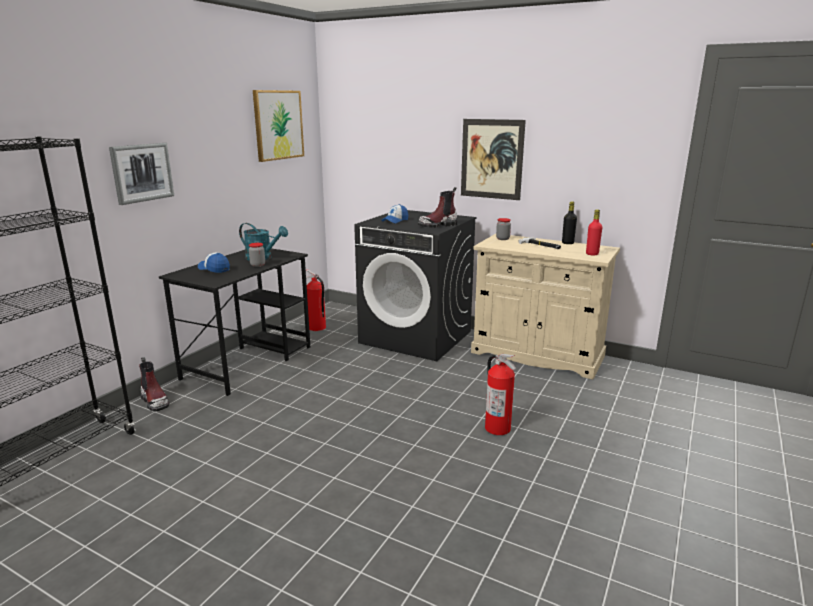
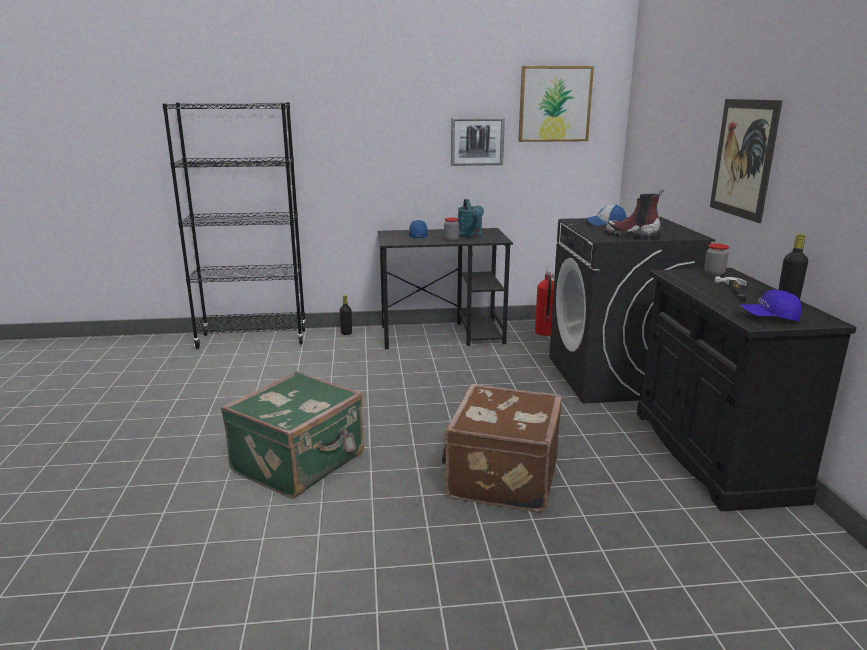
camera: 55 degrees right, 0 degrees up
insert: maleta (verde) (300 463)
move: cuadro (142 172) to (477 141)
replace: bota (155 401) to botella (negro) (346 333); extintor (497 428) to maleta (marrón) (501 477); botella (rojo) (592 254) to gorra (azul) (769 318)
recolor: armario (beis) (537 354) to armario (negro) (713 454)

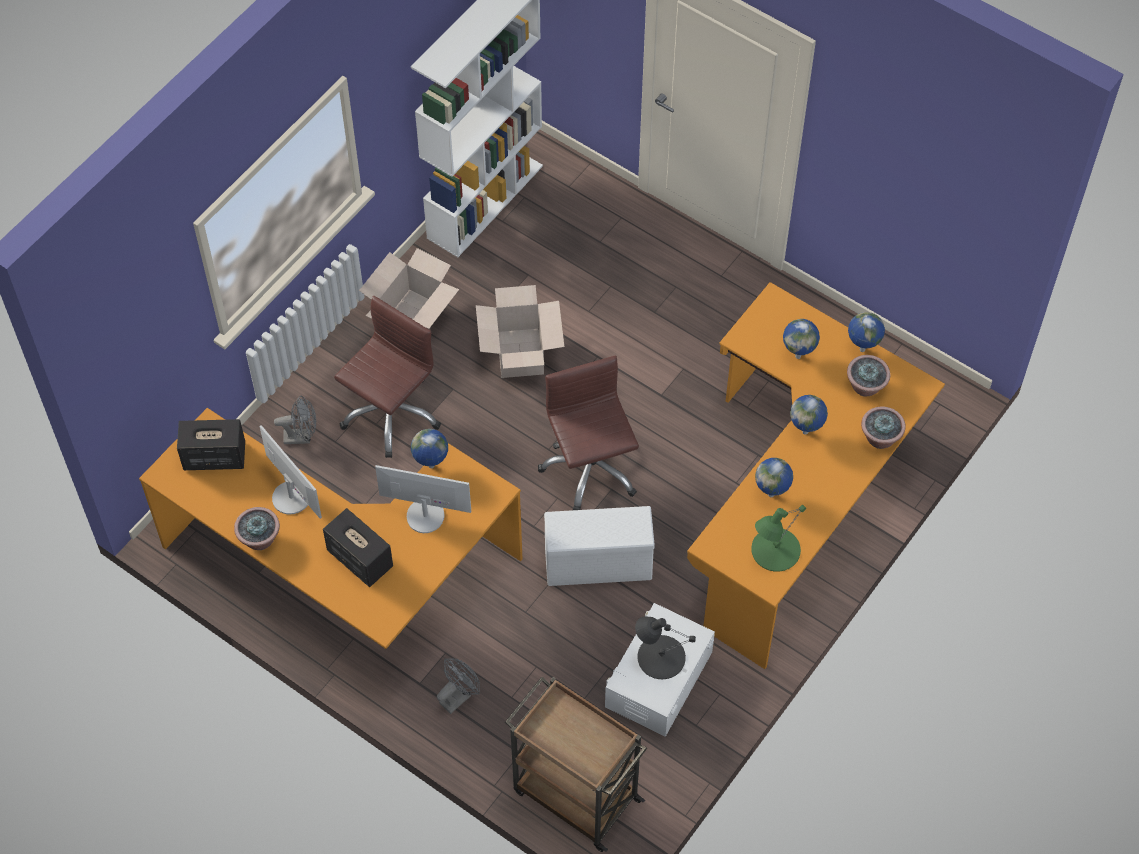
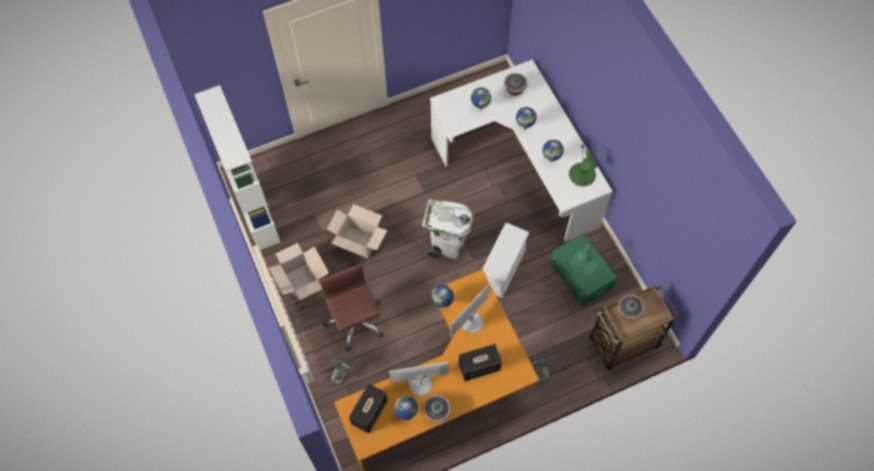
camera: 60 degrees left, 5 degrees up
move: globo terráqueo (861 349) to (406 414); planta en maceta (880 438) to (628 312)
replace: silla de oficina (marrón) (590 469) to papelera (blanco) (447 245)
recolor: caja de almacenaje (blanco) (658 679) to caja de almacenaje (verde) (581 275); lámpara de mesa (negro) (660 656) to lámpara de mesa (verde) (583 263); escritorio (naranja) (797 503) to escritorio (blanco) (520 167)

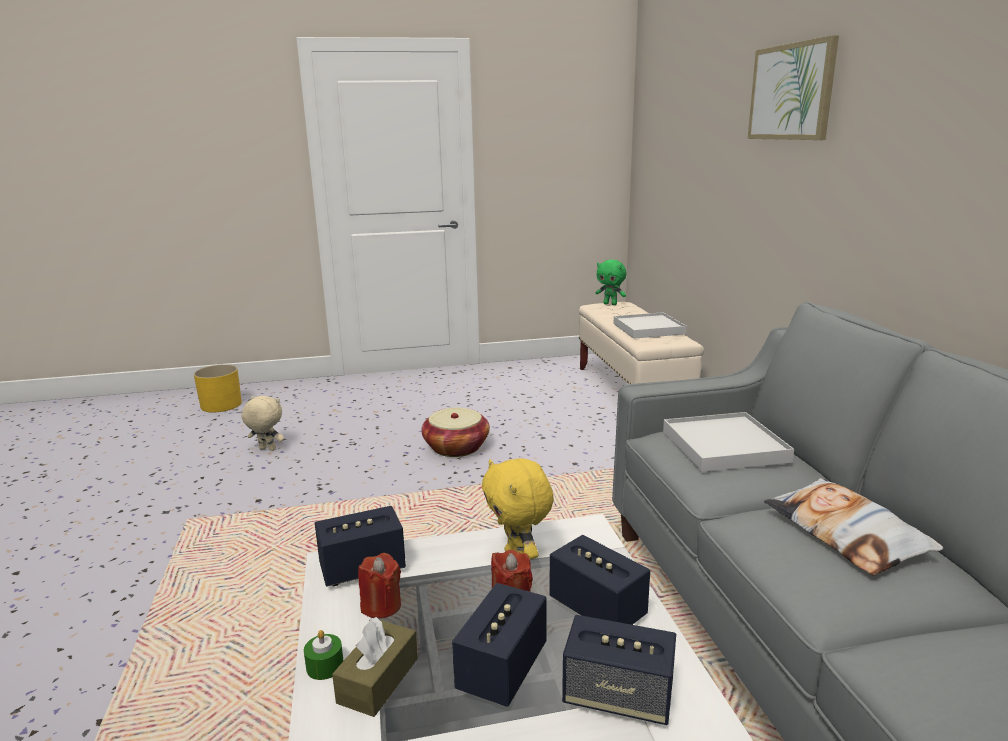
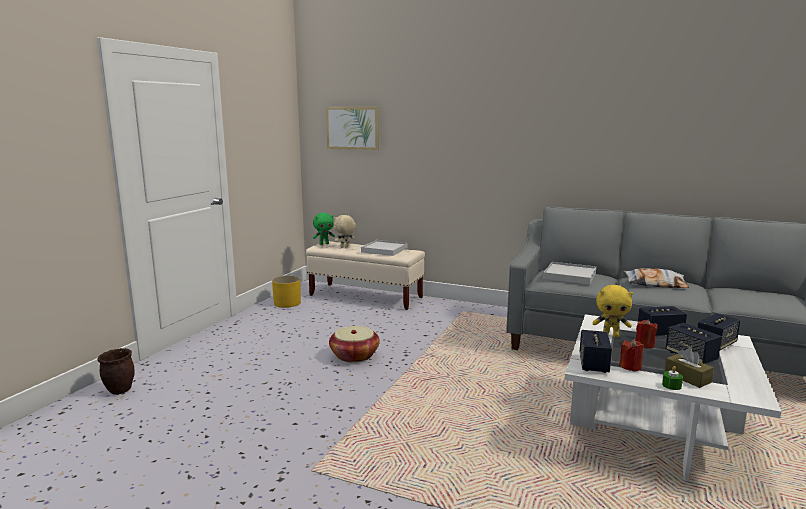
camera: 55 degrees left, 5 degrees down
insert: maceta (marrón) (119 390)
move: maceta (amarillo) (221 405) to (287 303); peluche (beis) (266 449) to (345 246); cuadro (791 92) to (353 128)

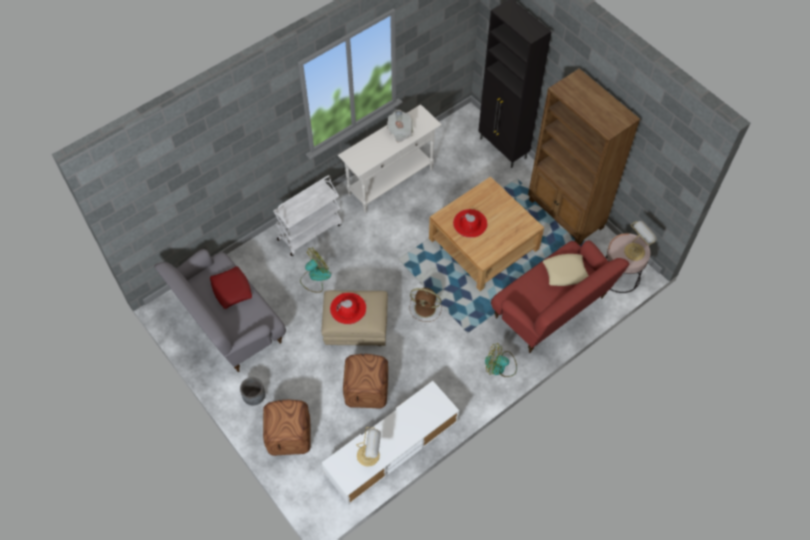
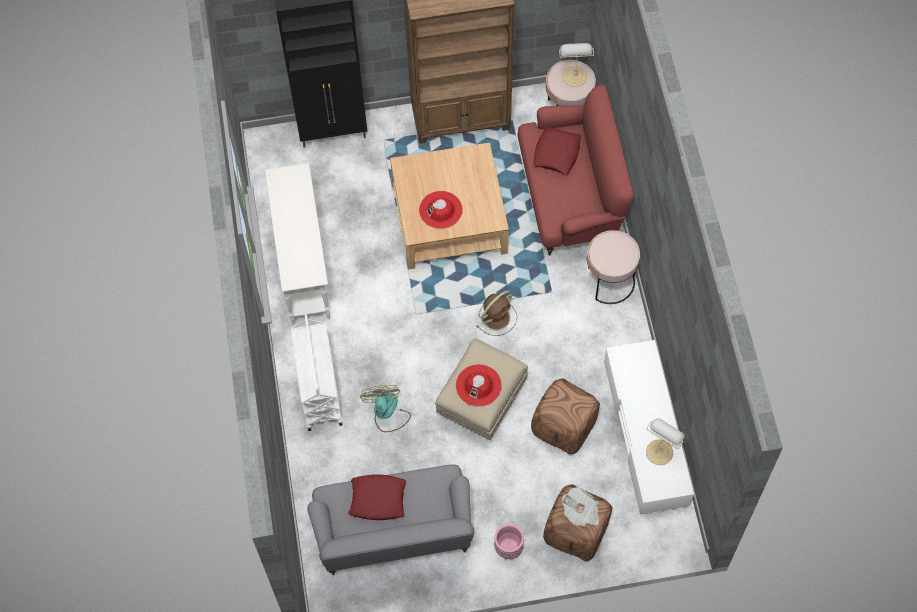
camera: 60 degrees left, 5 degrees up
move: periódico (400 131) to (581 512)
replace: ventilador (500 366) to mesa auxiliar (rosa) (609 281)
recolor: maceta (gris) (254 397) to maceta (rosa) (508 547); cojín (beis) (565 272) to cojín (rojo) (556 153)

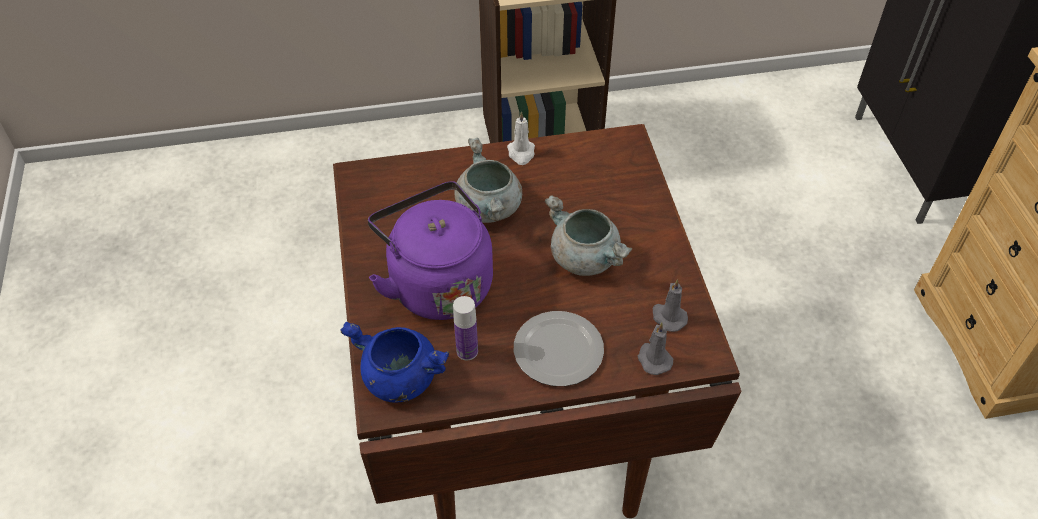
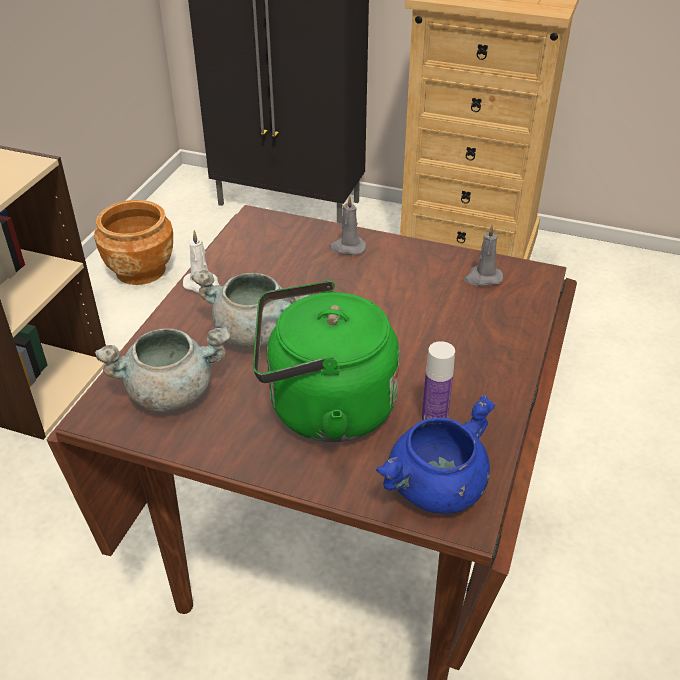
camera: 60 degrees left, 10 degrees down
delete: plato (560 351)
insert: maceta (marrón) (140 270)
move: olla (gris) (586 258) to (171 391); vela (gris) (653 359) to (347 248)
recolor: hervidor (morado) (437 283) to hervidor (verde) (323 408)

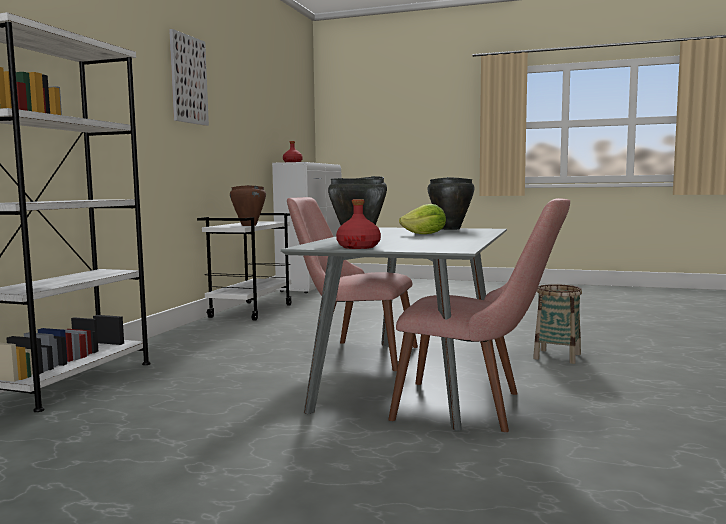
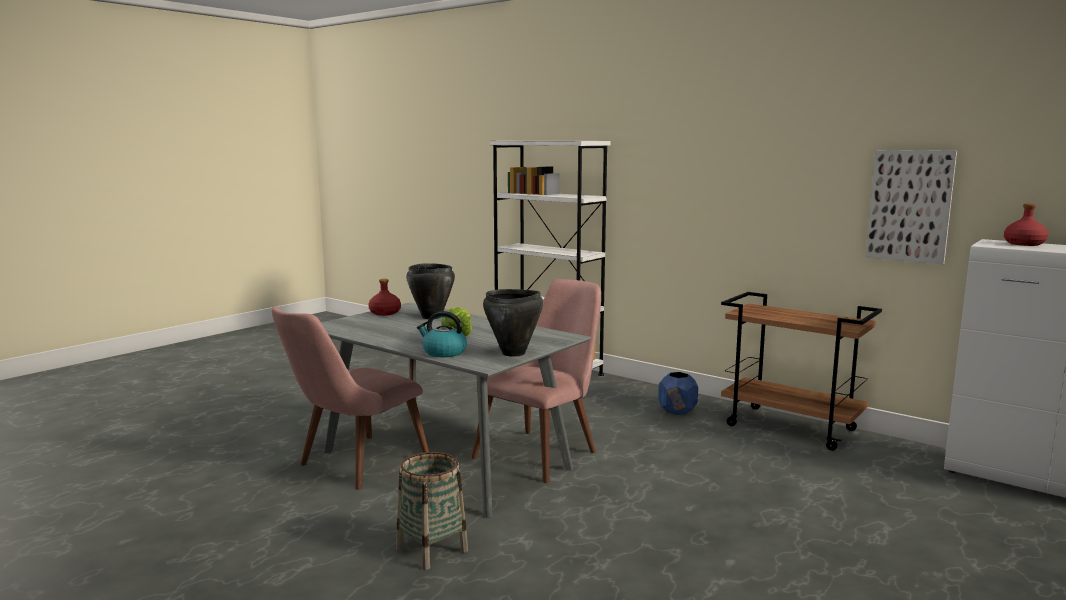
camera: 110 degrees right, 5 degrees up
delete: olla (marrón) (248 225)
insert: hervidor (443 352); maceta (azul) (677 411)
move: cuadro (188 79) to (909 206)
recolor: carrito (blanco) (251 311) to carrito (marrón) (792 428)

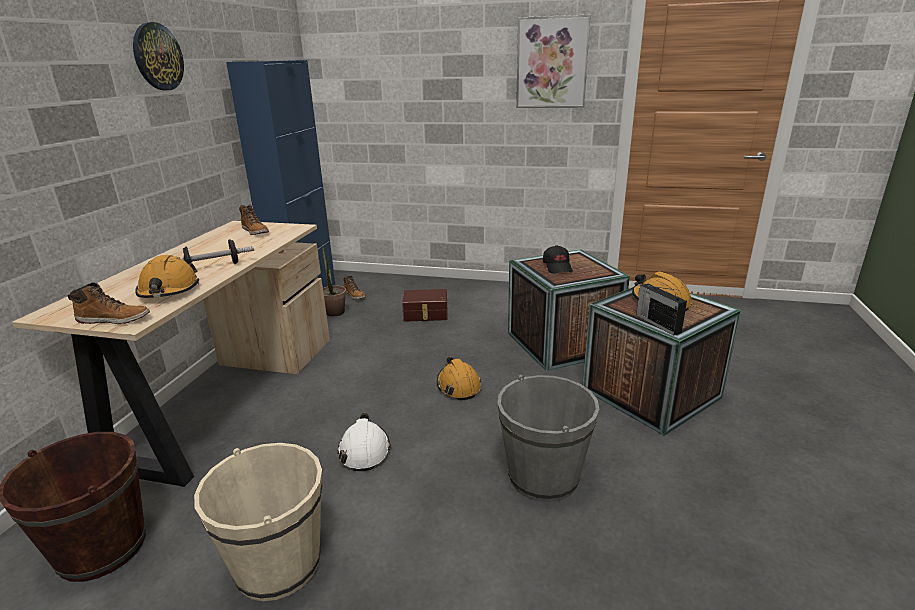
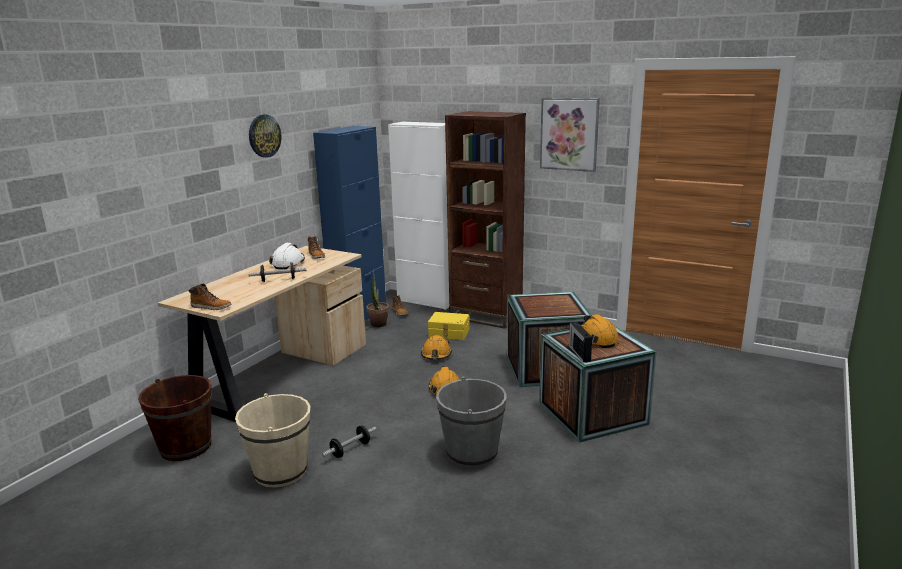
camera: 15 degrees right, 5 degrees down
delete: gorra (negro) (557 267)
insert: mancuerna (350 449); armario (blanco) (427 301); estantería (marrón) (486 316)
move: casco (naranja) (169 290) to (436 354); casco (blanco) (364 450) to (288 263)
recolor: caja de almacenaje (marrón) (426 314) to caja de almacenaje (amarillo) (449 333)

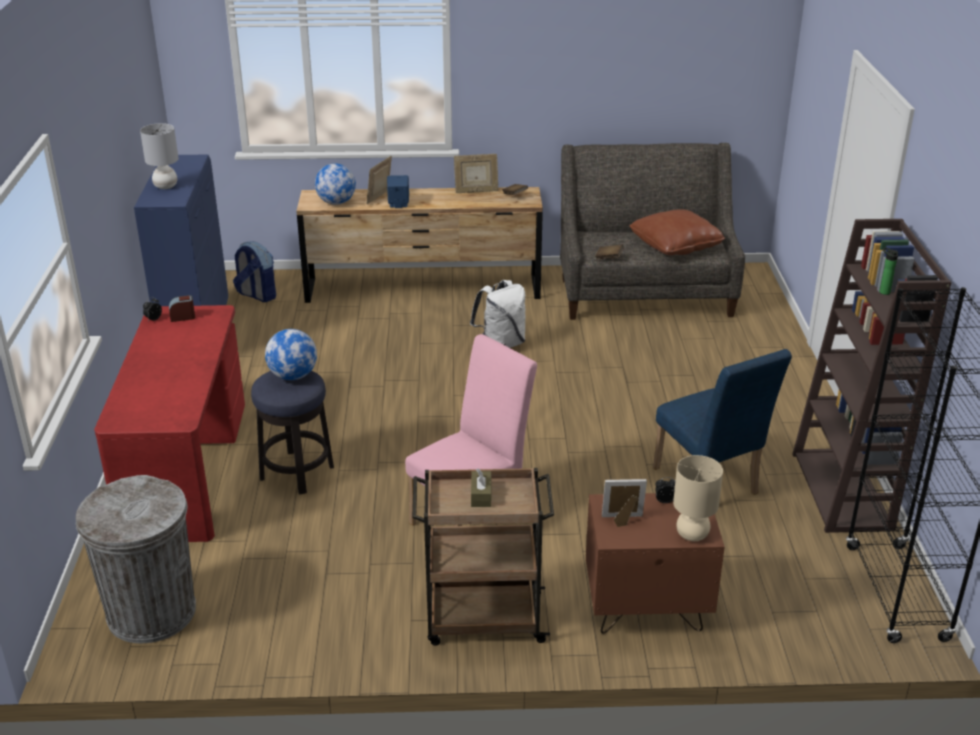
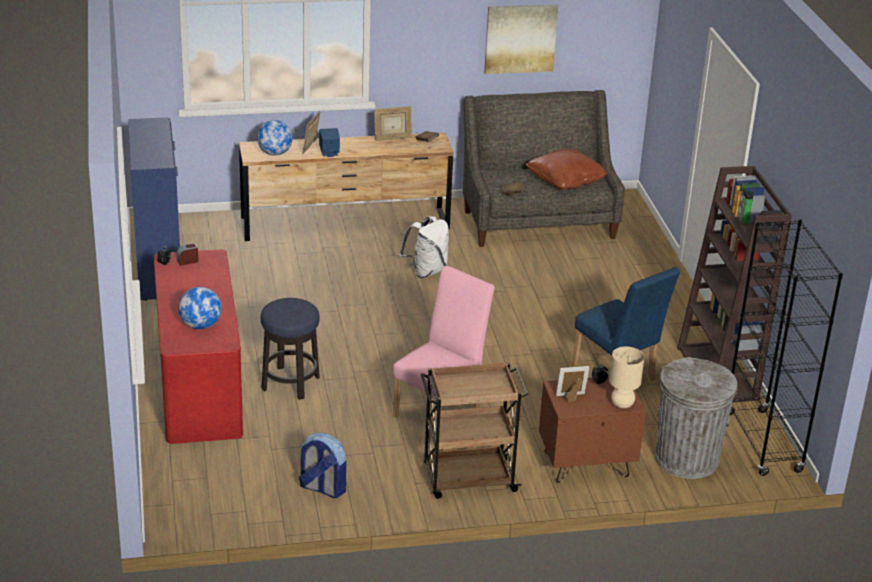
camera: 10 degrees left, 0 degrees up
delete: lámpara de mesa (gris) (165 186); caja de pañuelos (marrón) (481 495)
insert: cuadro (520 38)
move: papelera (gris) (151 612) to (686 459); mochila (256 295) to (322 488); globo terráqueo (293 376) to (200 325)

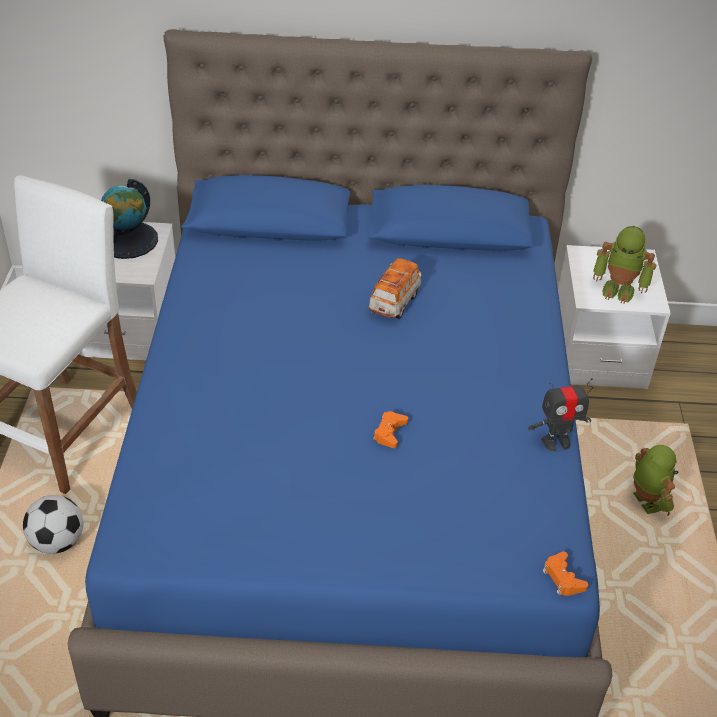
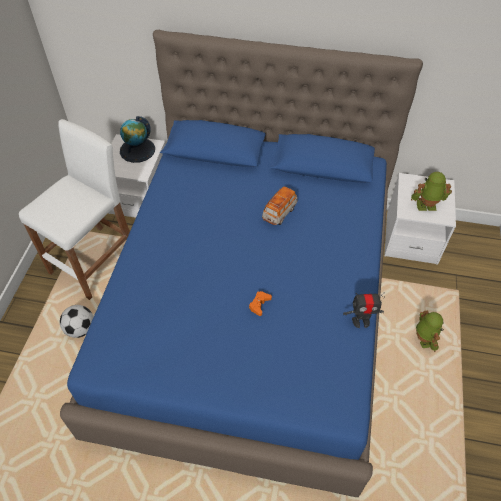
camera: 10 degrees right, 10 degrees up
delete: mando de consola (naranja) (563 578)
rotate: robot de juguete (619 290) = (426 207) 150 degrees clockwise

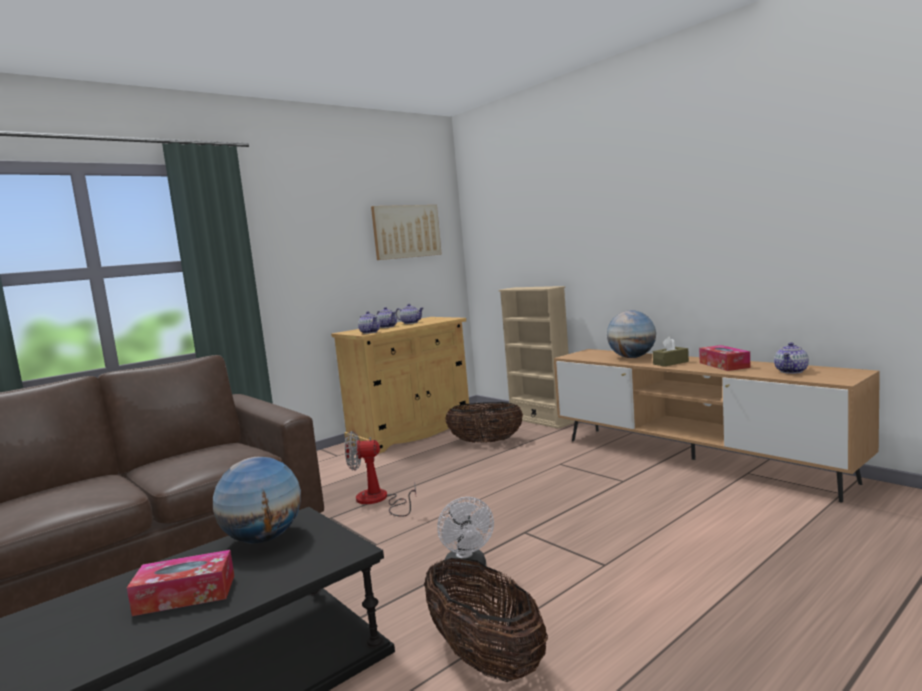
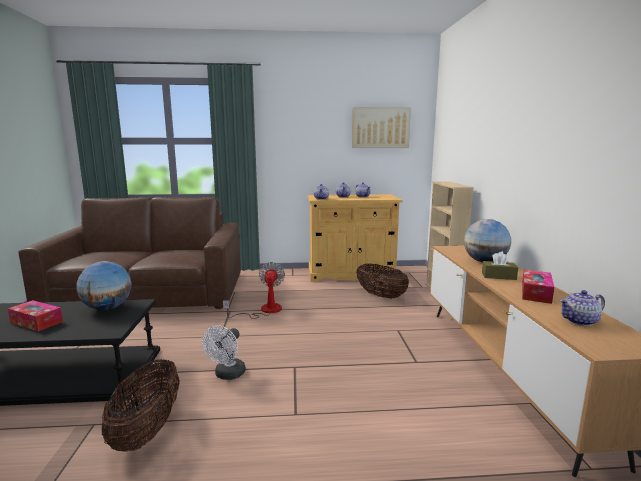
camera: 35 degrees right, 5 degrees up
rotate: ventilador (378 500) = (264 311) 60 degrees clockwise

